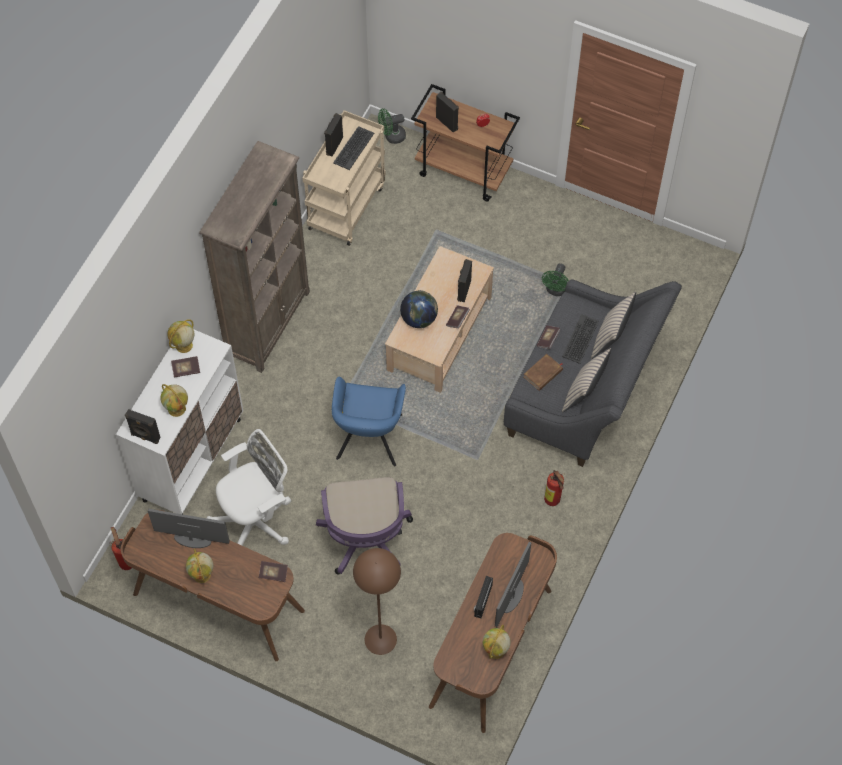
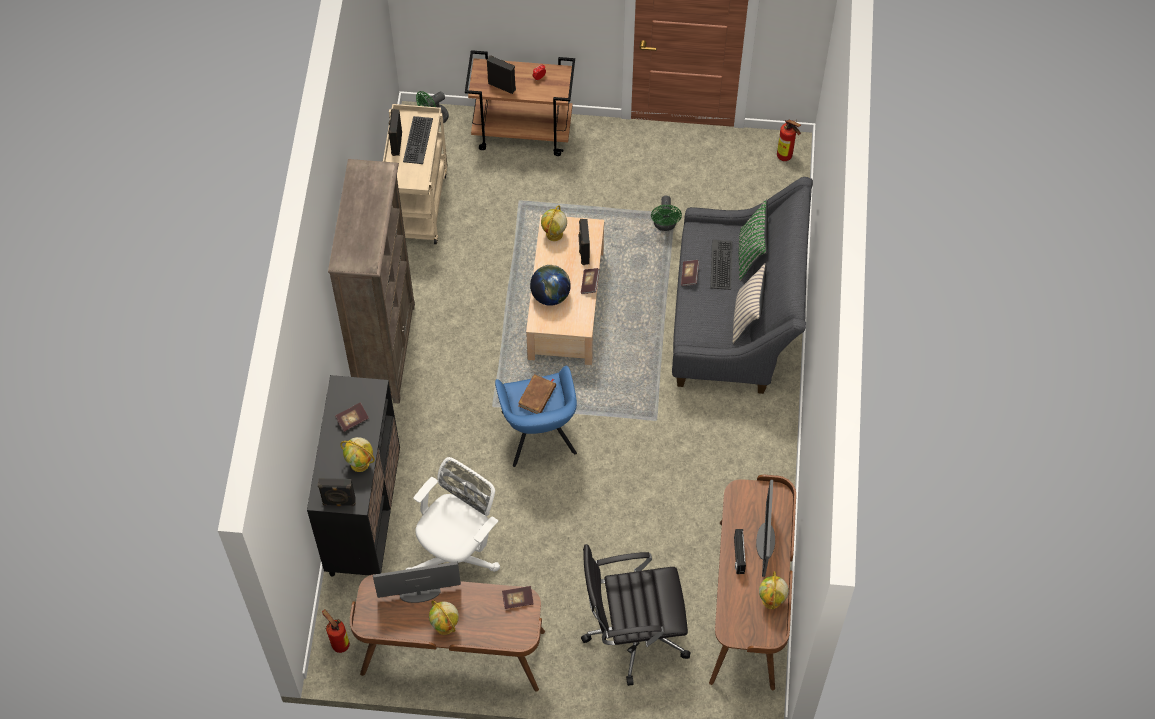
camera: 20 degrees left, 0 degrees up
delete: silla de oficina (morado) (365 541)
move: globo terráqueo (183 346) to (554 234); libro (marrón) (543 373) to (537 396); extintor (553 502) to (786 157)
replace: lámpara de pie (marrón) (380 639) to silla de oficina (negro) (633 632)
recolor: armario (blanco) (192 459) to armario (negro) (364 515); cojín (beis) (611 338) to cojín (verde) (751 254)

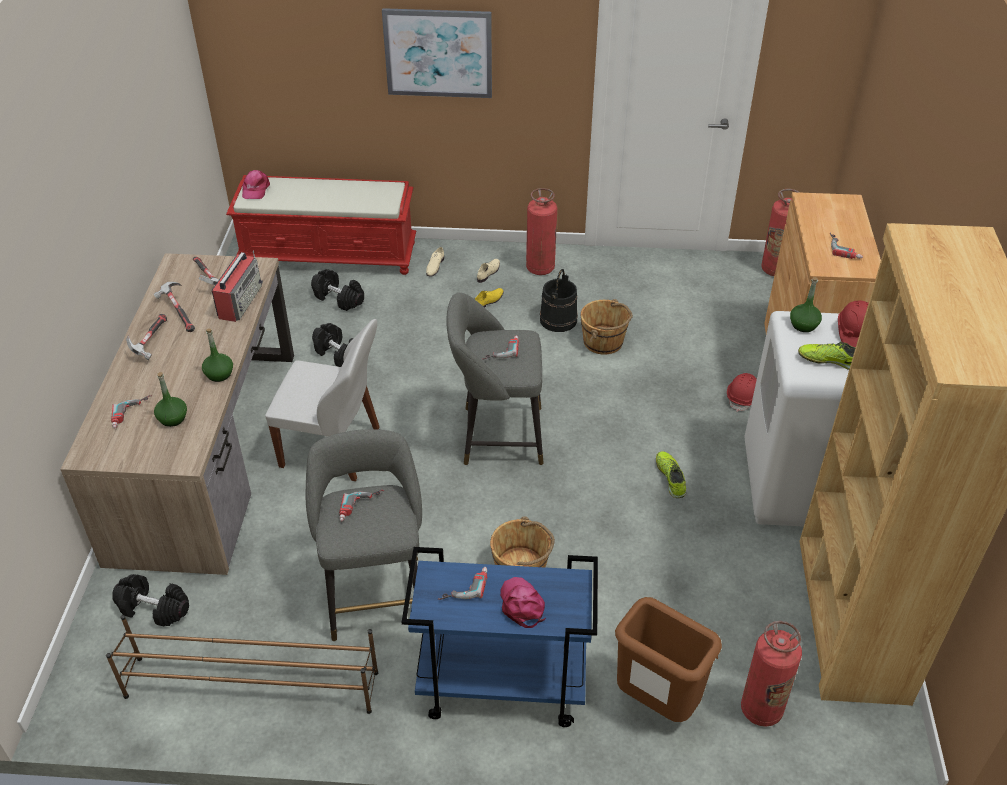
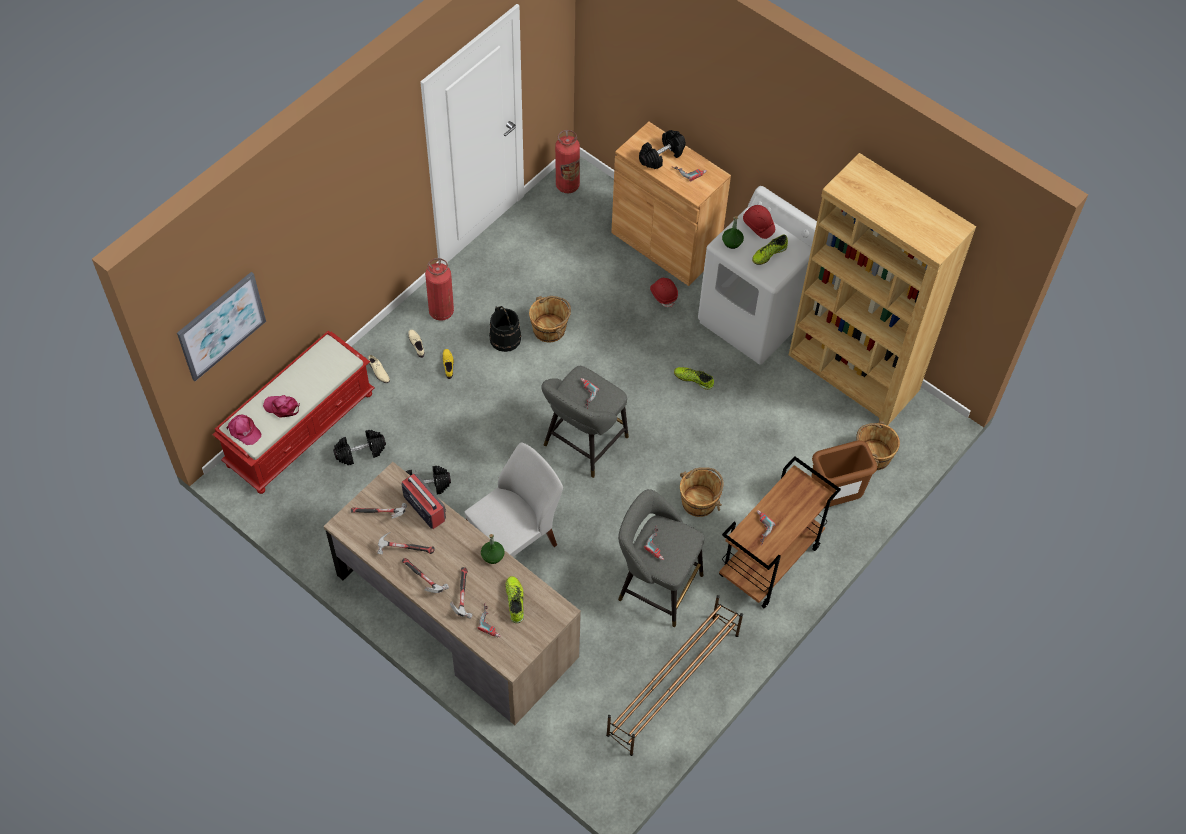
camera: 55 degrees left, 15 degrees up
insert: martillo (462 596)
move: mancuerna (negro) (153 609) to (661 156); cuadro (438 53) to (221 326); gorra (rosa) (522 604) to (282 407)
replace: botella (verde) (172 418) to zapato (515 601); extintor (761 709) to cubo (marrón) (873 455)
recolor: carrito (azul) (500 686) to carrito (marrón) (769 563)

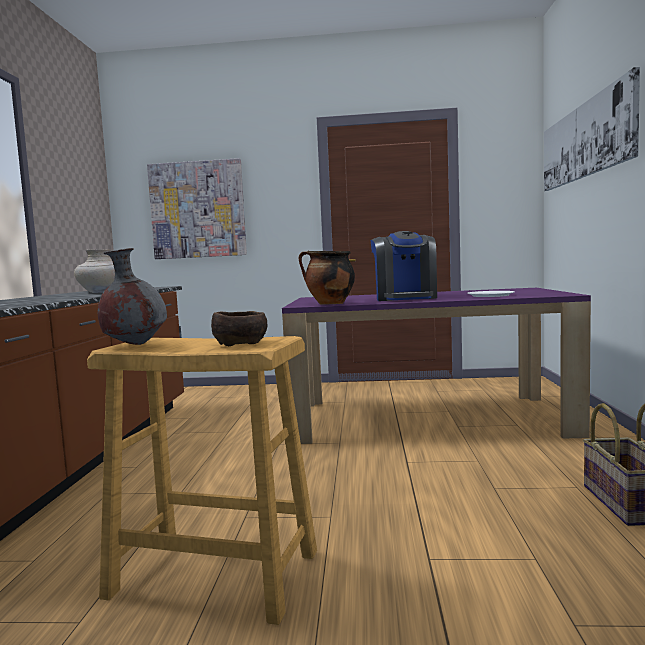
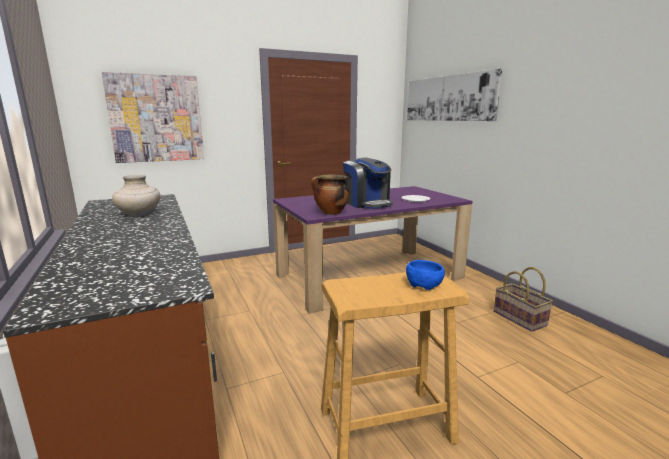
camera: 30 degrees left, 10 degrees up
delete: florero (gris) (134 345)
recolor: cuenco (marrón) (241 343) to cuenco (azul) (423 283)

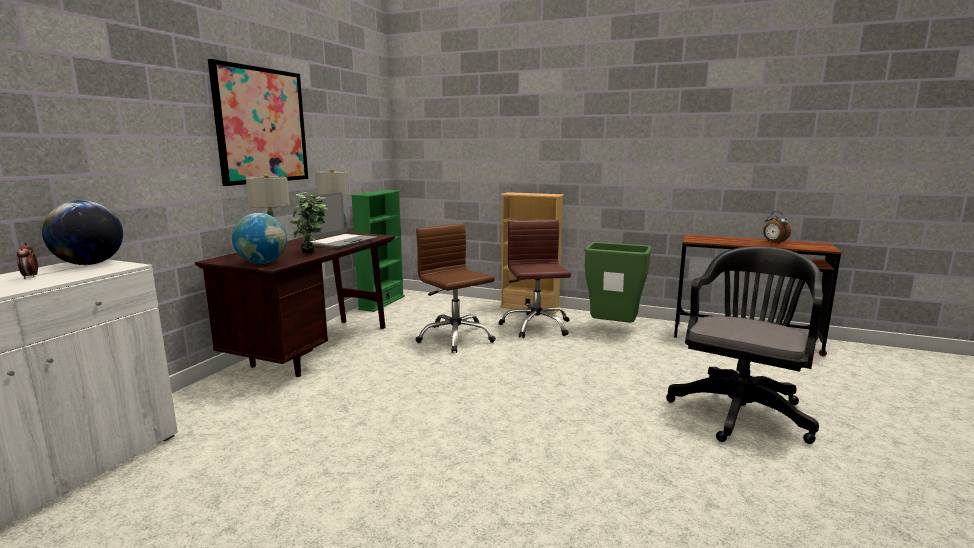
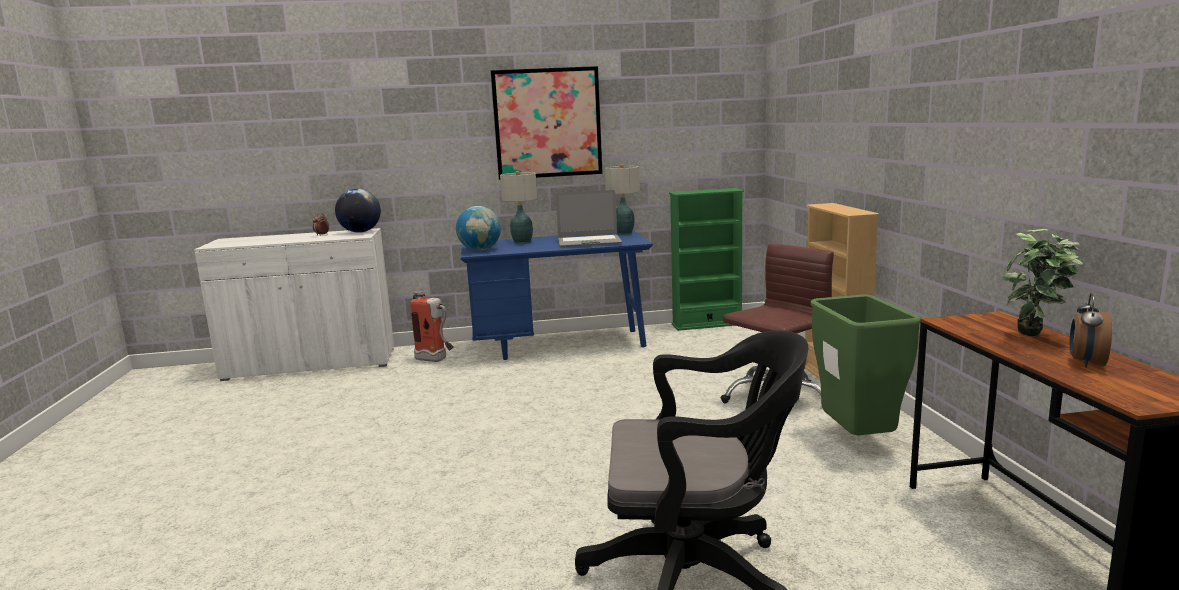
camera: 60 degrees right, 0 degrees up
delete: silla de oficina (marrón) (455 337)
insert: extintor (436 360)
move: planta en maceta (312 253) to (1035 338)
recolor: escritorio (marrón) (315 349) to escritorio (azul) (559 345)

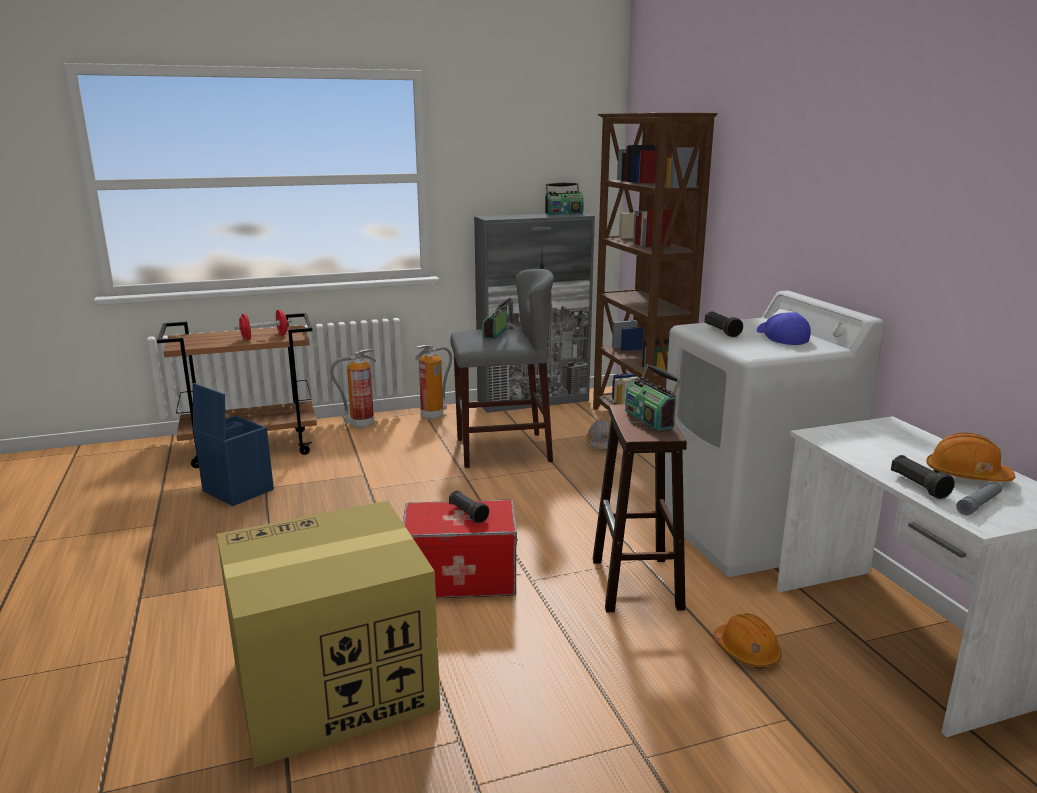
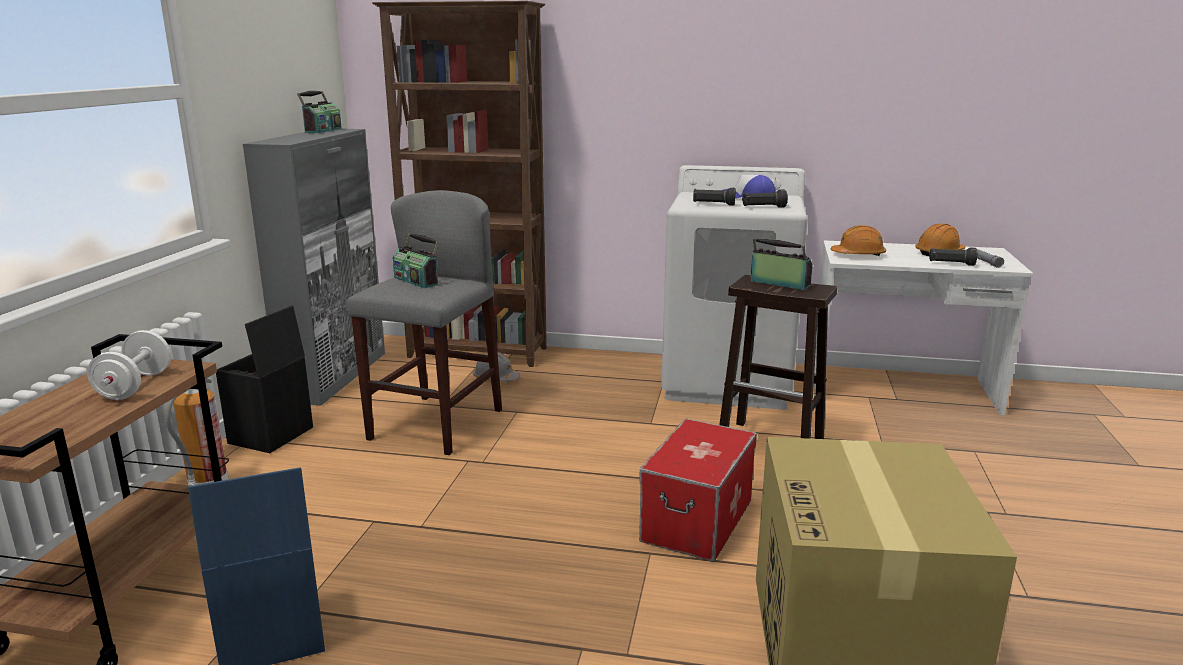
camera: 60 degrees left, 0 degrees up
move: linterna (negro) (468 514) to (763 207); casco (naranja) (746 652) to (858 255)
replace: extintor (433 416) to caja de almacenaje (negro) (271 436)
recolor: mancuerna (rojo) (265 337) to mancuerna (blanco) (135 386)
rotate: radio (650 418) = (779 284) 150 degrees counterclockwise

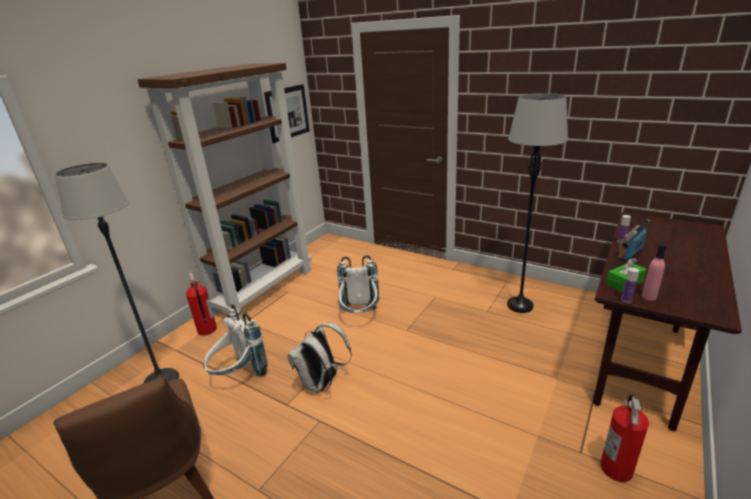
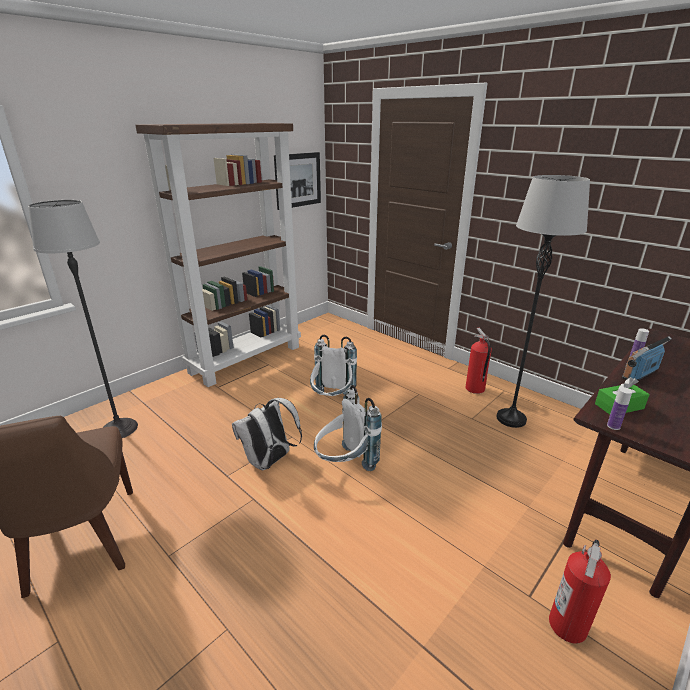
camera: 10 degrees right, 0 degrees up
delete: botella (rosa) (649 296)
move: extintor (207 330) to (474 389); mochila (blanco) (239 376) to (345 465)

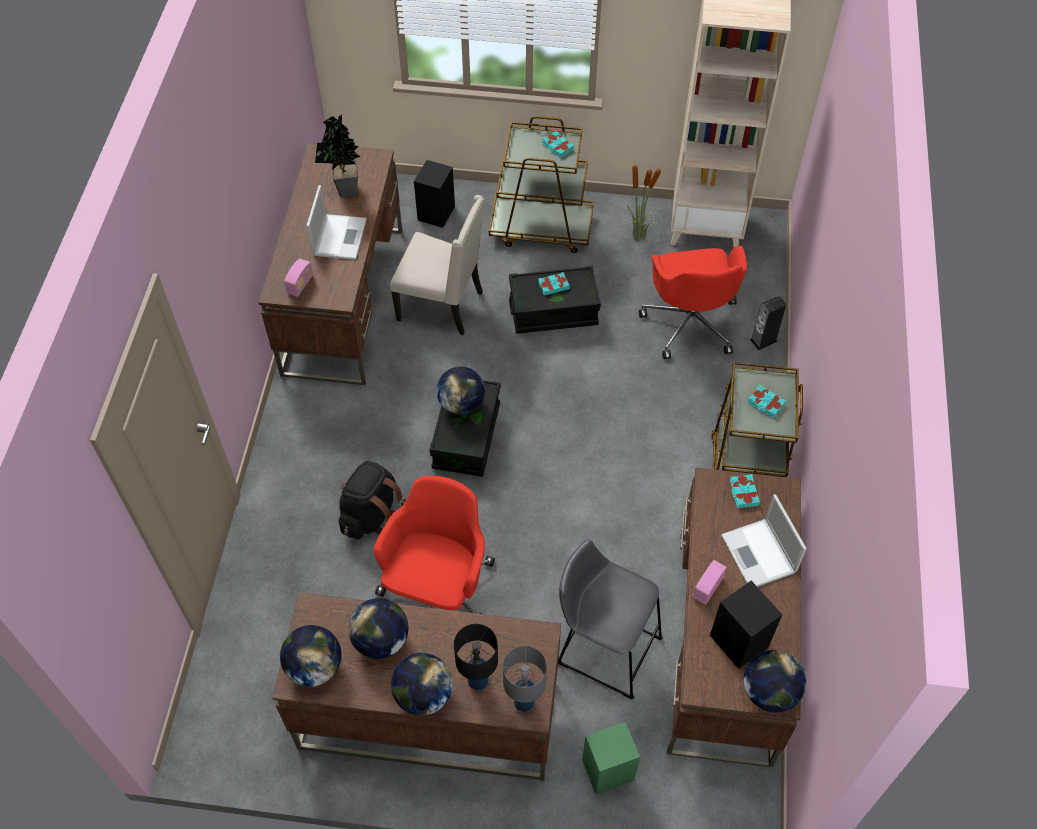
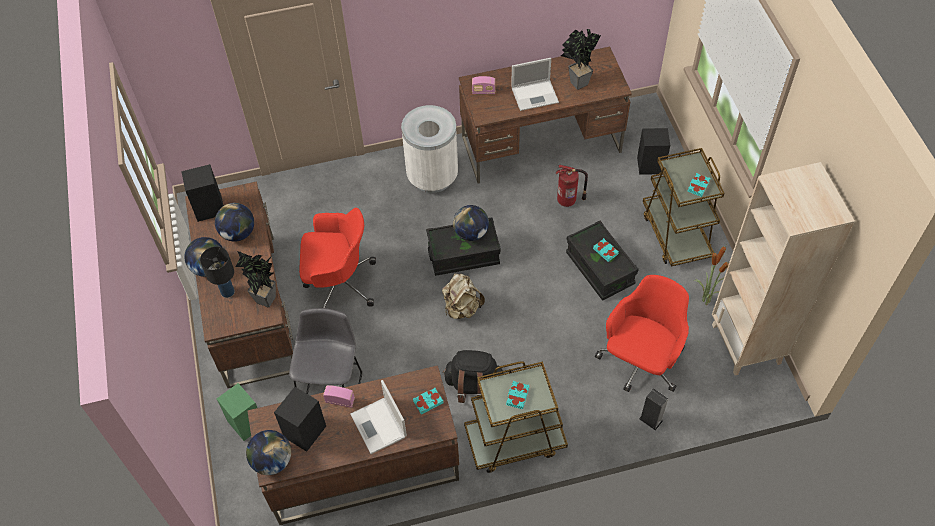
camera: 70 degrees right, 0 degrees up
delete: lámpara de mesa (gris) (524 701)
insert: planta en maceta (267 302); papelera (blanco) (432 176); mochila (beis) (462 307)
move: mochila (negro) (371 515) to (473 385)
replace: globo terráqueo (314 667) to altavoz (negro) (210 208); silla (beis) (442 305) to extintor (568 200)
rotate: silla de oficina (rojo) (690 322) = (640 362) 150 degrees clockwise; portátil (759 555) = (379 426) 75 degrees counterclockwise

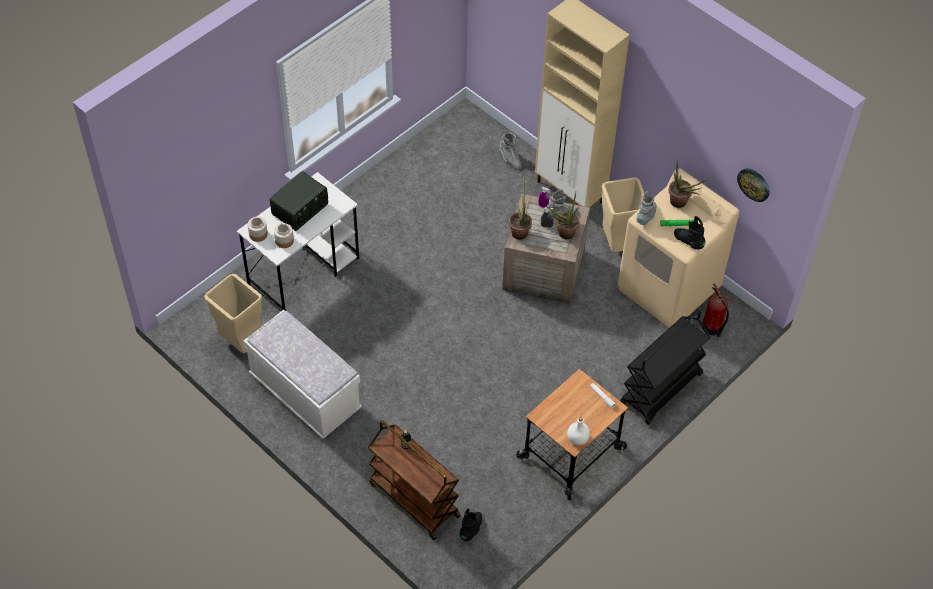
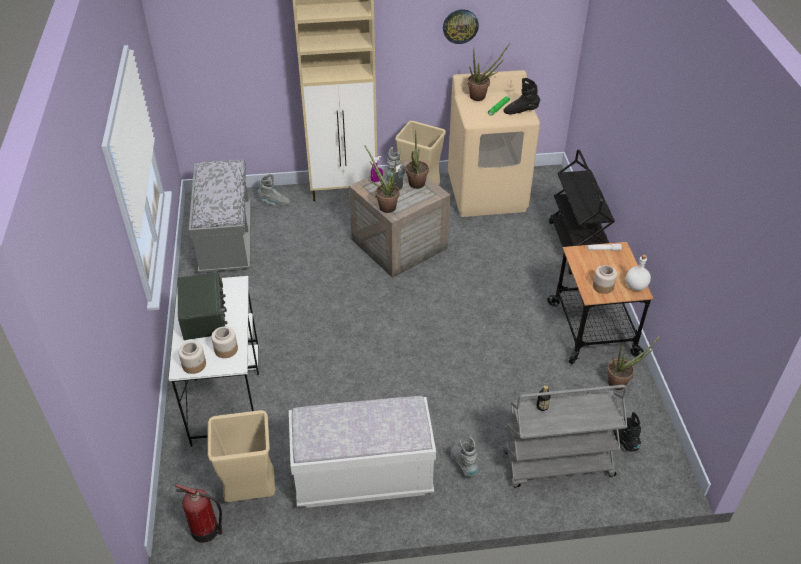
camera: 50 degrees left, 10 degrees down
insert: banco (gris) (226 240); tarro (602 286); planta en maceta (621 382)
move: bota (gris) (646 217) to (463 465); extintor (712 328) to (206 530); reloj de pared (754 184) to (460 26)
recolor: carrito (marrón) (413 499) to carrito (gris) (557 464)

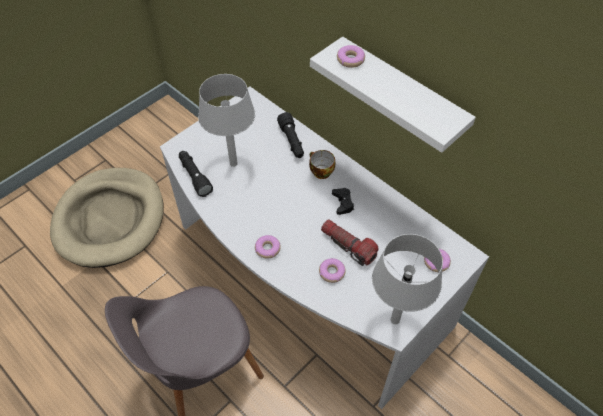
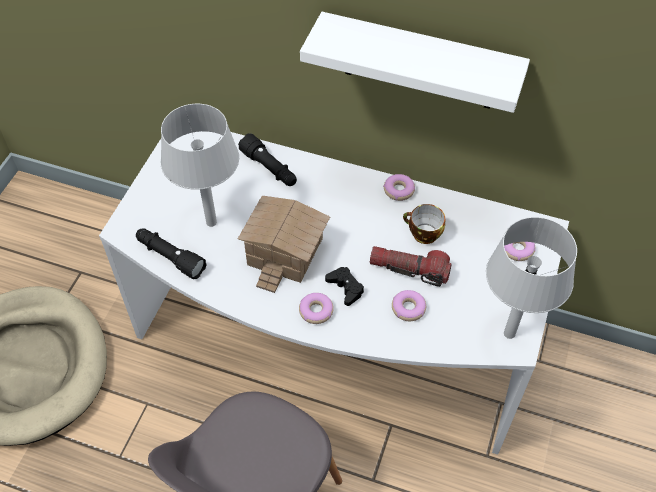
camera: 25 degrees left, 0 degrees up
insert: casita (283 251)
move: taza (320 171) to (423 234); mando de consola (negro) (343 203) to (345 288); rosquilla (350 60) to (398 190)

